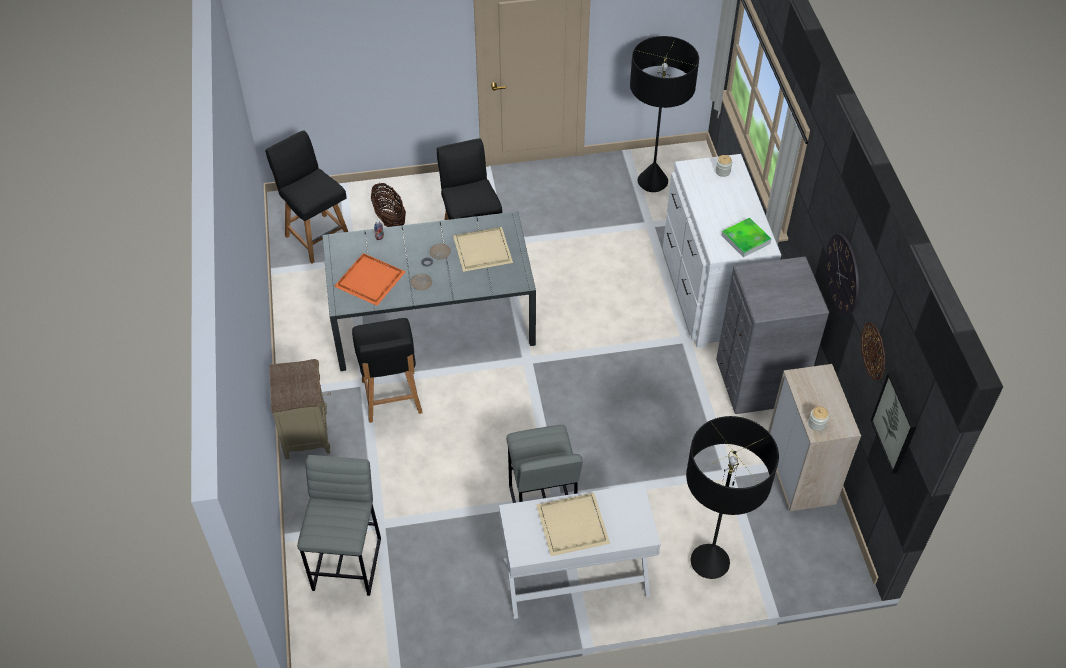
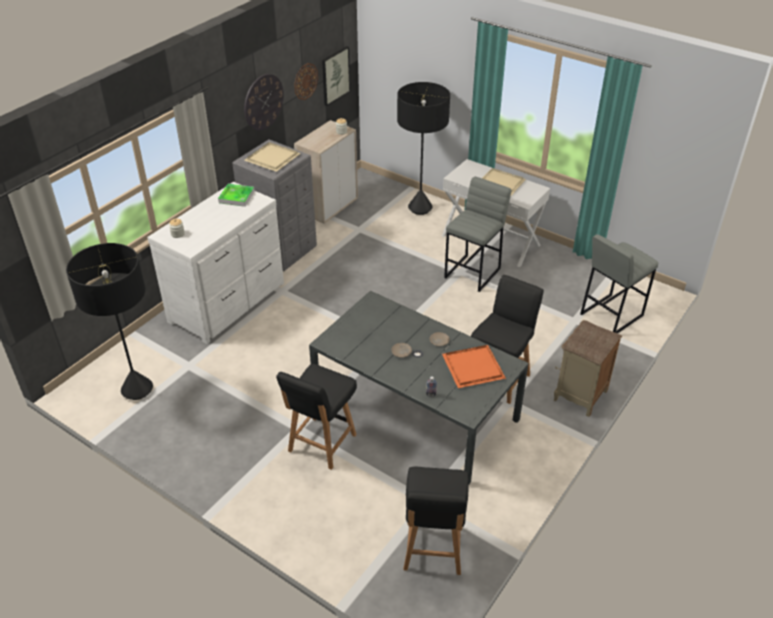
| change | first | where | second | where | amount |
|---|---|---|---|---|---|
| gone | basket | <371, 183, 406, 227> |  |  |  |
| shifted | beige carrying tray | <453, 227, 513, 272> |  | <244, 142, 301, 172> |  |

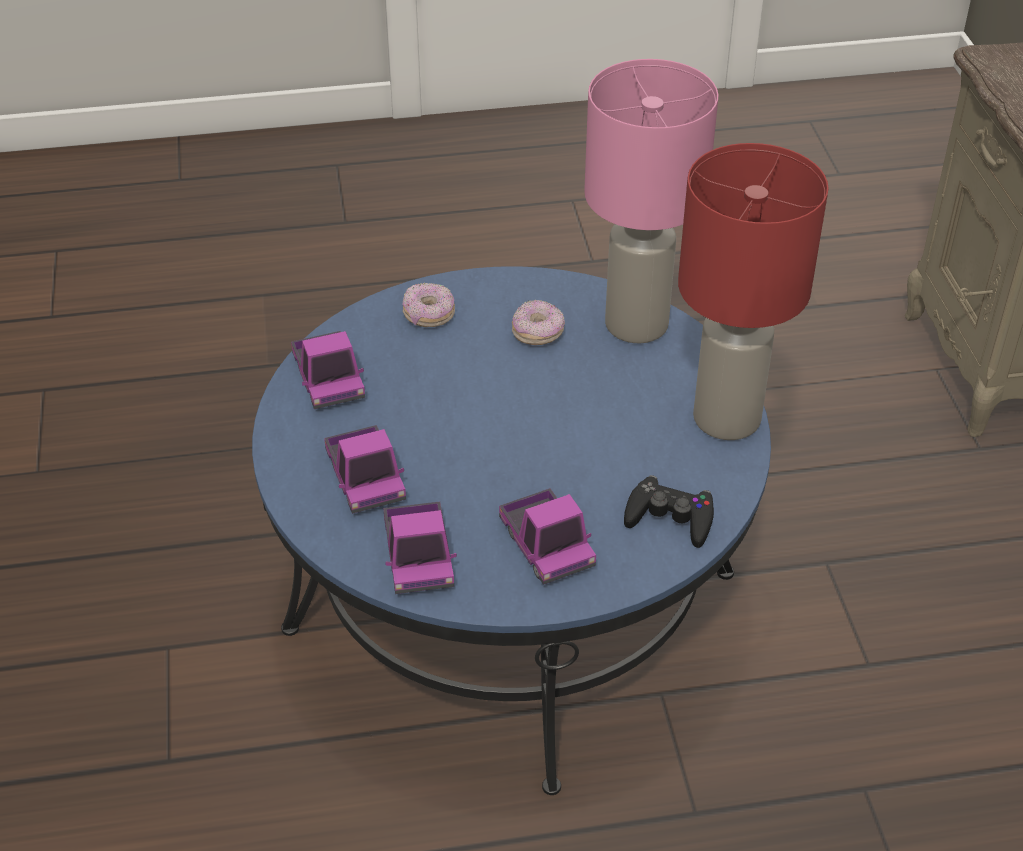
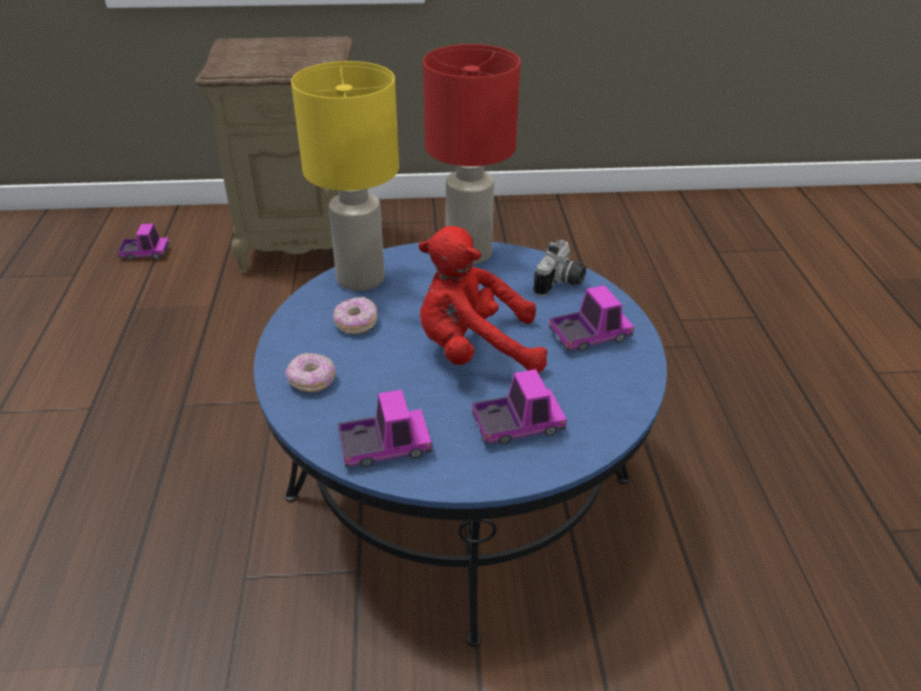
| change | first | where | second | where | amount |
|---|---|---|---|---|---|
| new |  |  | red-coloured cuddly toy | <418, 226, 547, 373> |  |
| shifted | model truck | <383, 502, 457, 594> |  | <117, 223, 170, 260> |  |
| swapped | black game controller | <624, 475, 714, 548> | photo camera | <533, 240, 586, 296> |  |
| repainted | pink-coloured table lamp | <584, 59, 718, 343> | yellow table lamp | <291, 61, 399, 291> |  |

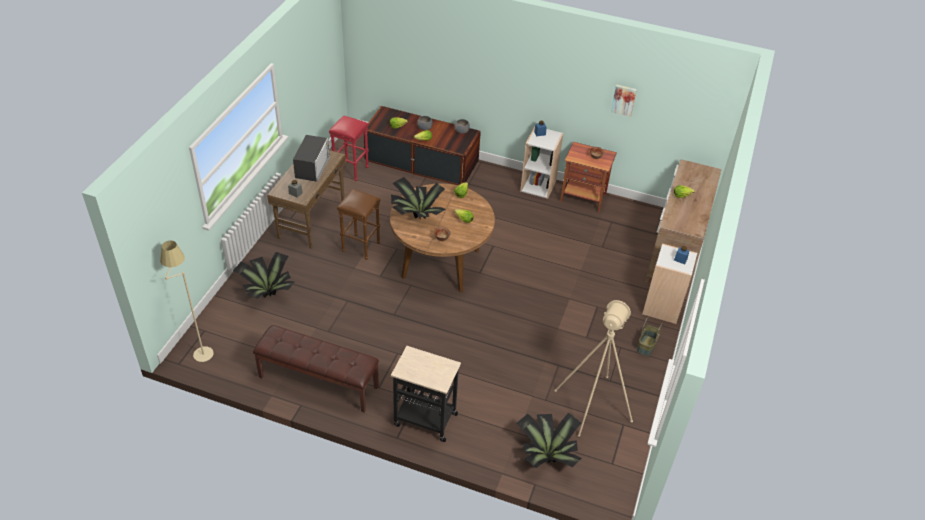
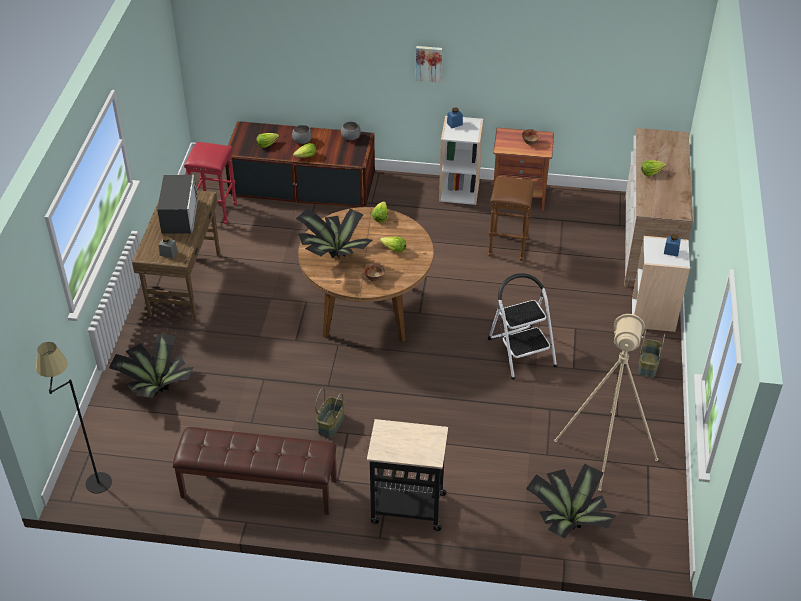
| change | first | where | second | where | amount |
|---|---|---|---|---|---|
| new |  |  | basket | <315, 388, 344, 438> |  |
| new |  |  | step ladder | <488, 273, 557, 380> |  |
| shifted | brown-coloured sitting stool | <337, 189, 381, 260> |  | <488, 176, 535, 261> |  |
| shifted | wall art | <611, 85, 637, 117> |  | <416, 46, 442, 83> |  |
| repainted | beige standard lamp | <160, 241, 214, 362> | black standard lamp | <36, 342, 112, 494> |  |

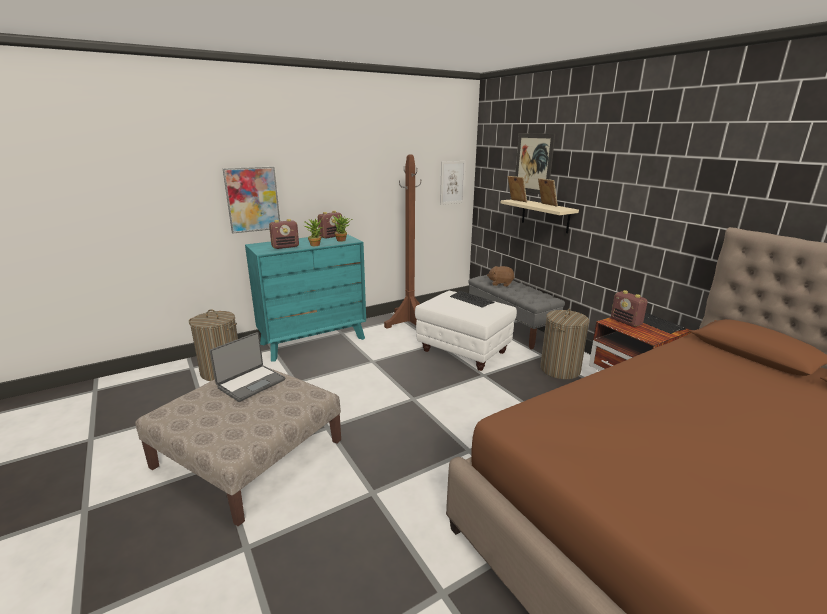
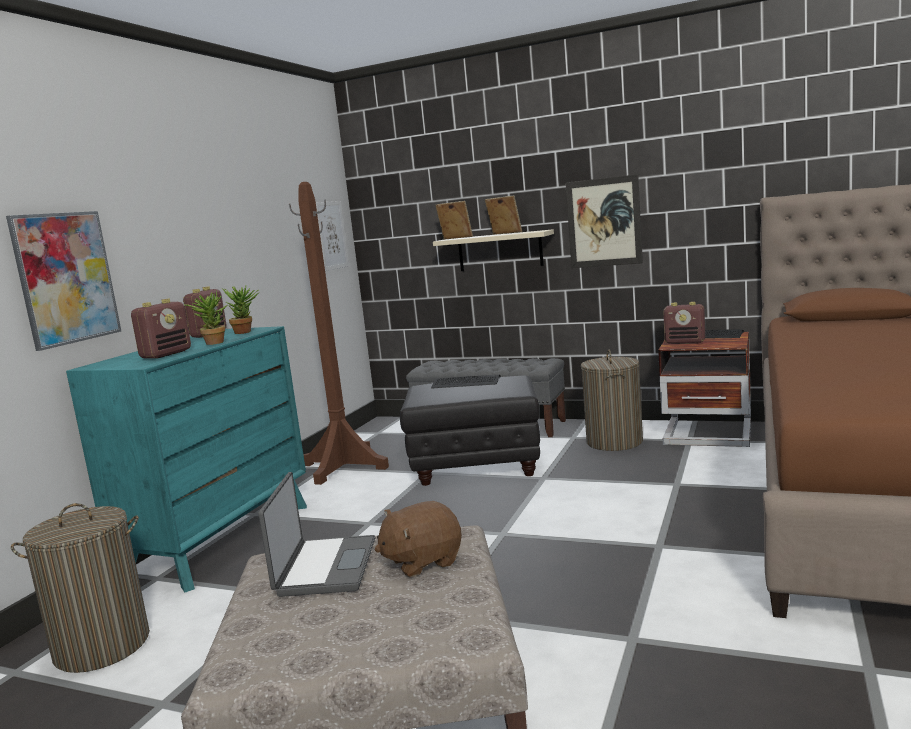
| change | first | where | second | where | amount |
|---|---|---|---|---|---|
| shifted | brown-coloured cuddly toy | <487, 266, 515, 287> |  | <375, 501, 462, 577> |  |
| shifted | wall art | <515, 133, 555, 194> |  | <565, 174, 643, 268> |  |
| repainted | white pouffe | <415, 291, 517, 371> | black pouffe | <400, 375, 540, 486> |  |

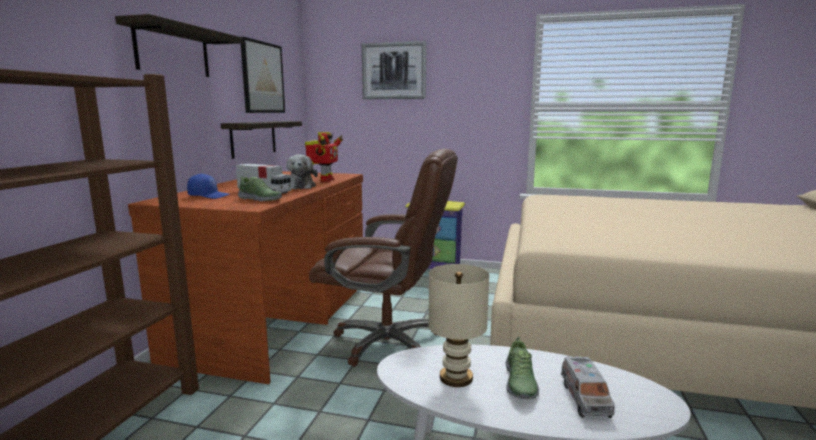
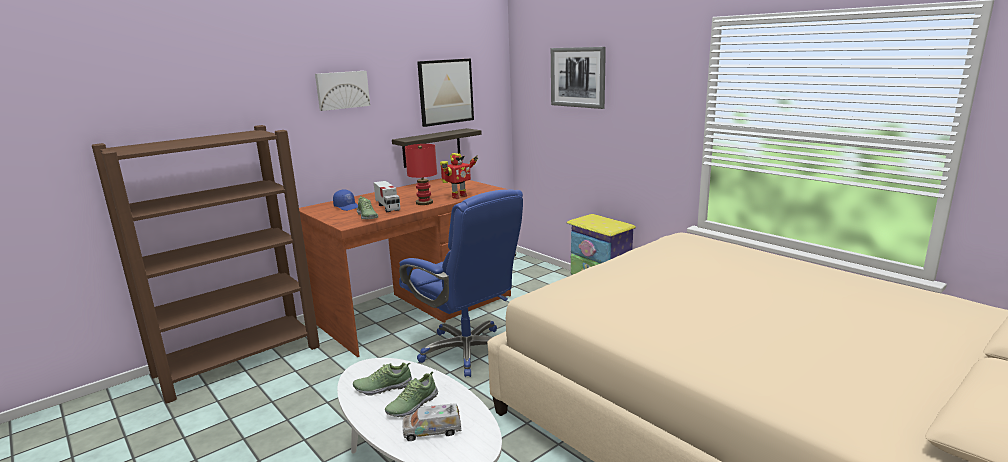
| change | first | where | second | where | amount |
|---|---|---|---|---|---|
| swapped | wall shelf | <115, 14, 243, 77> | wall art | <315, 71, 370, 111> |  |
| swapped | cuddly toy | <286, 154, 318, 189> | red-coloured table lamp | <405, 144, 437, 205> |  |
| swapped | beige table lamp | <428, 264, 489, 387> | shoe | <353, 363, 412, 396> |  |
| repainted | brown-coloured computer chair | <309, 149, 458, 367> | blue-coloured computer chair | <399, 189, 523, 377> |  |
| rotated | model truck | <561, 356, 615, 418> |  | <402, 403, 462, 441> | 45 degrees clockwise |

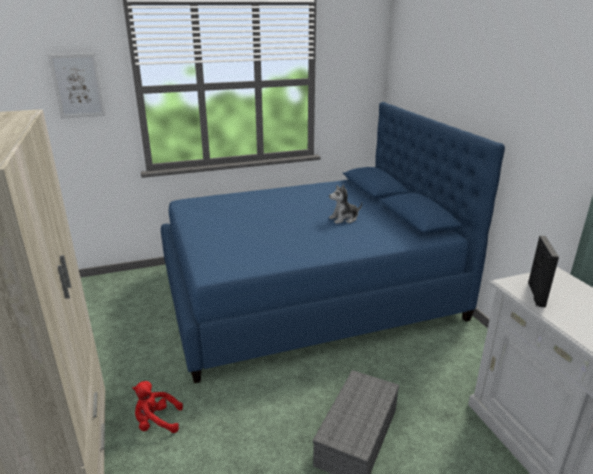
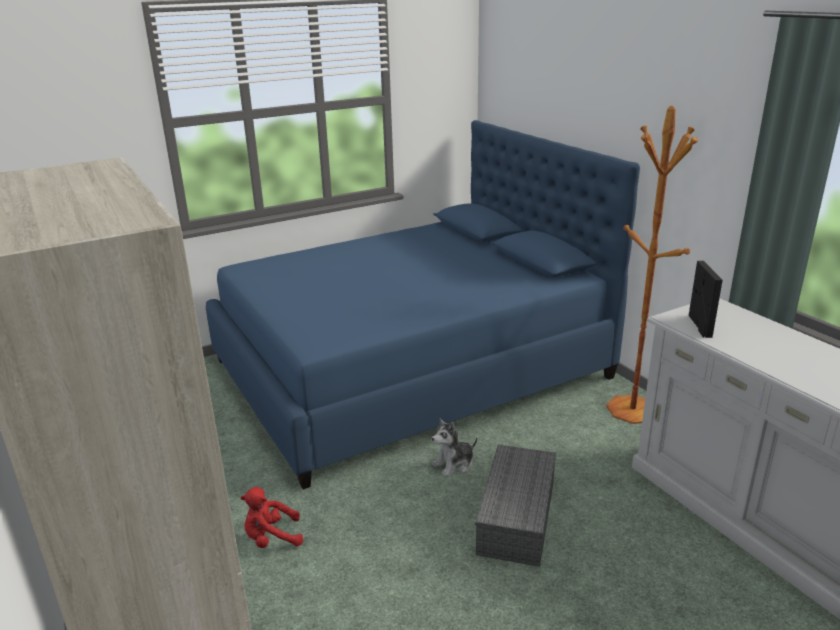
| change | first | where | second | where | amount |
|---|---|---|---|---|---|
| gone | wall art | <48, 53, 105, 119> |  |  |  |
| new |  |  | orange-coloured clothes rack | <606, 106, 698, 424> |  |
| shifted | cuddly toy | <329, 185, 362, 224> |  | <432, 419, 478, 477> |  |

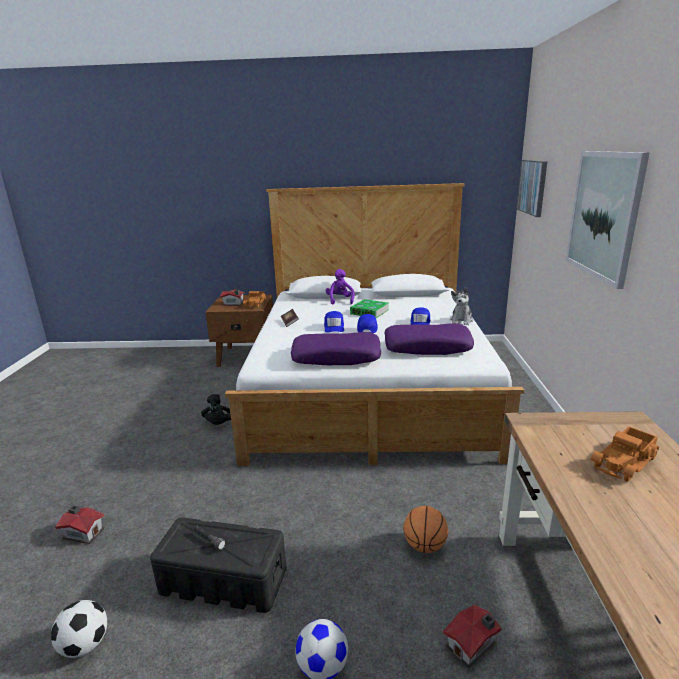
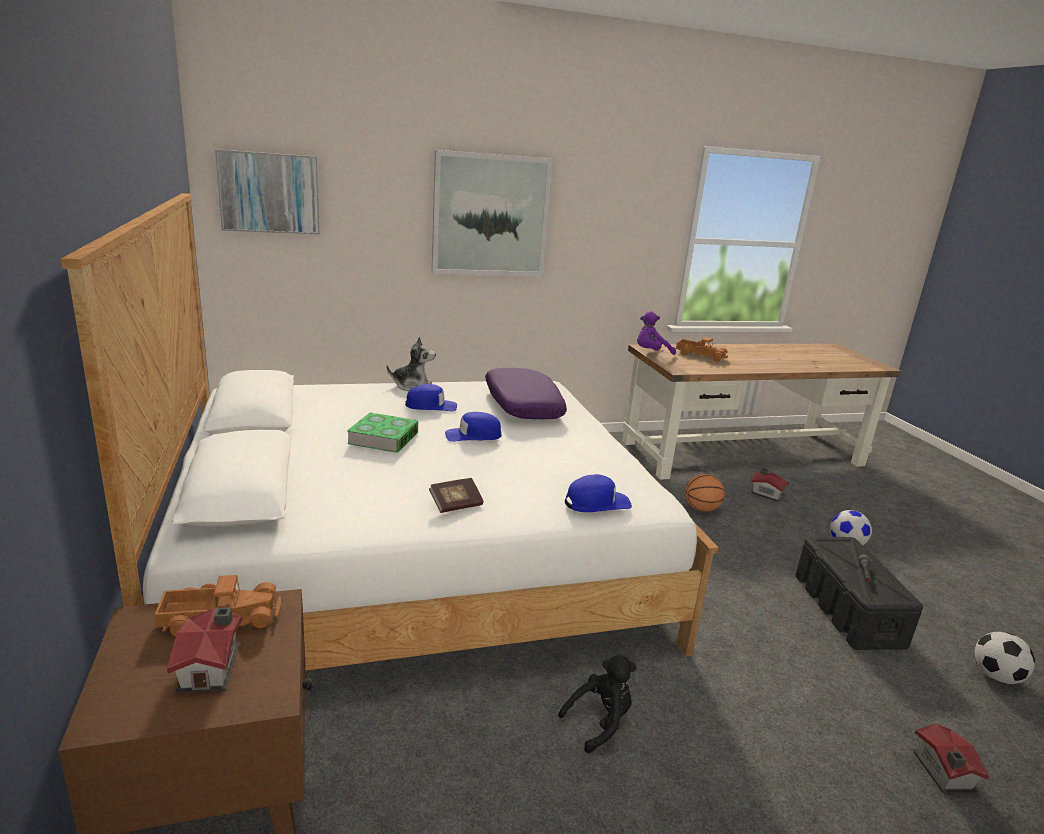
| change | first | where | second | where | amount |
|---|---|---|---|---|---|
| gone | purple pillow | <291, 332, 381, 365> |  |  |  |
| shifted | blue-coloured baseball cap | <324, 311, 344, 333> |  | <565, 474, 632, 512> |  |
| shifted | purple cuddly toy | <326, 269, 355, 305> |  | <637, 311, 676, 355> |  |

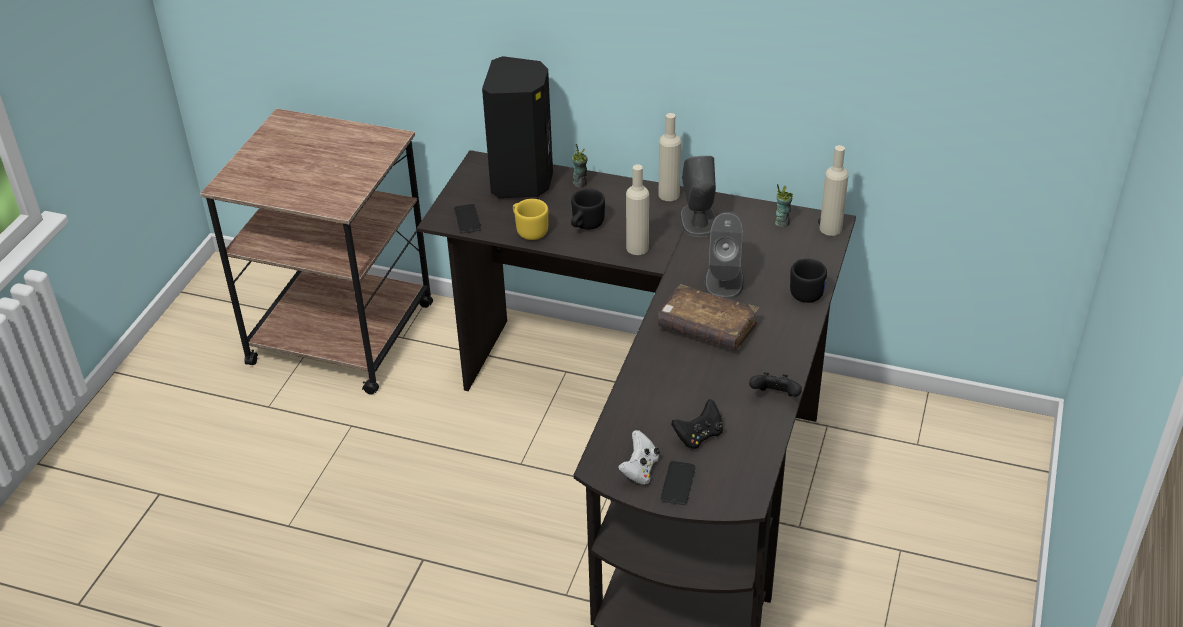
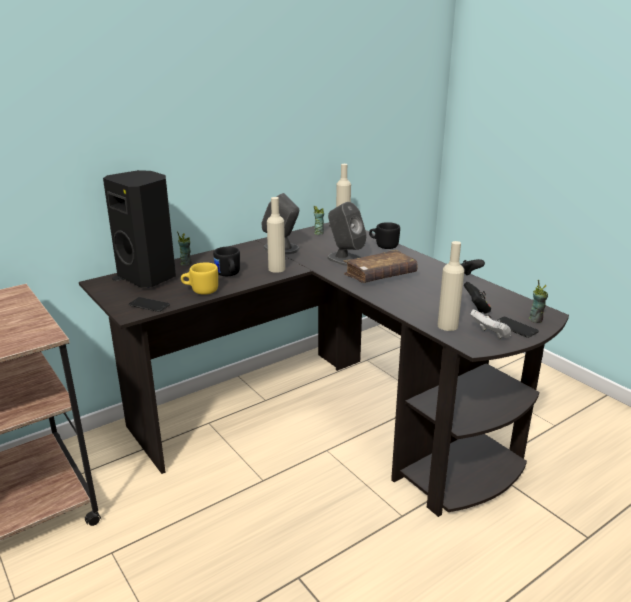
| change | first | where | second | where | amount |
|---|---|---|---|---|---|
| new |  |  | drinking cup | <529, 280, 548, 323> |  |
| shifted | beige bottle | <658, 113, 681, 201> |  | <438, 241, 464, 331> |  |

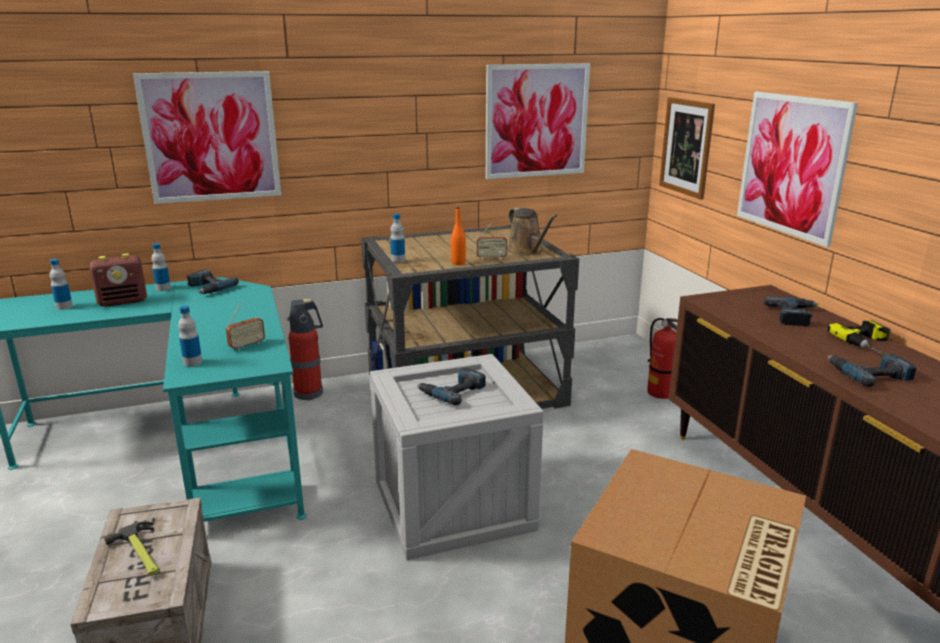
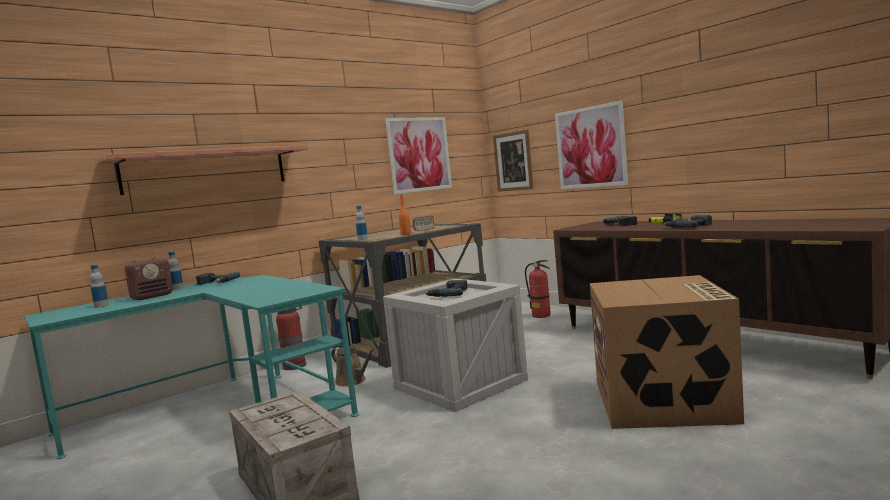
| change | first | where | second | where | amount |
|---|---|---|---|---|---|
| gone | tool hammer | <104, 521, 160, 576> |  |  |  |
| gone | bottle | <178, 306, 202, 366> |  |  |  |
| gone | radio receiver | <226, 303, 265, 350> |  |  |  |
| shifted | brown-coloured sprinkling can | <507, 208, 557, 256> |  | <331, 347, 375, 387> |  |
| swapped | wall art | <133, 71, 281, 204> | wall shelf | <98, 145, 308, 195> |  |

